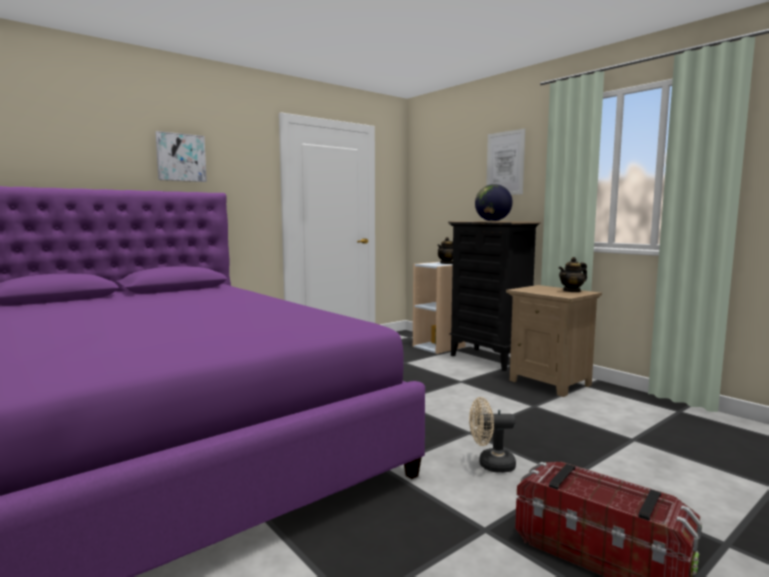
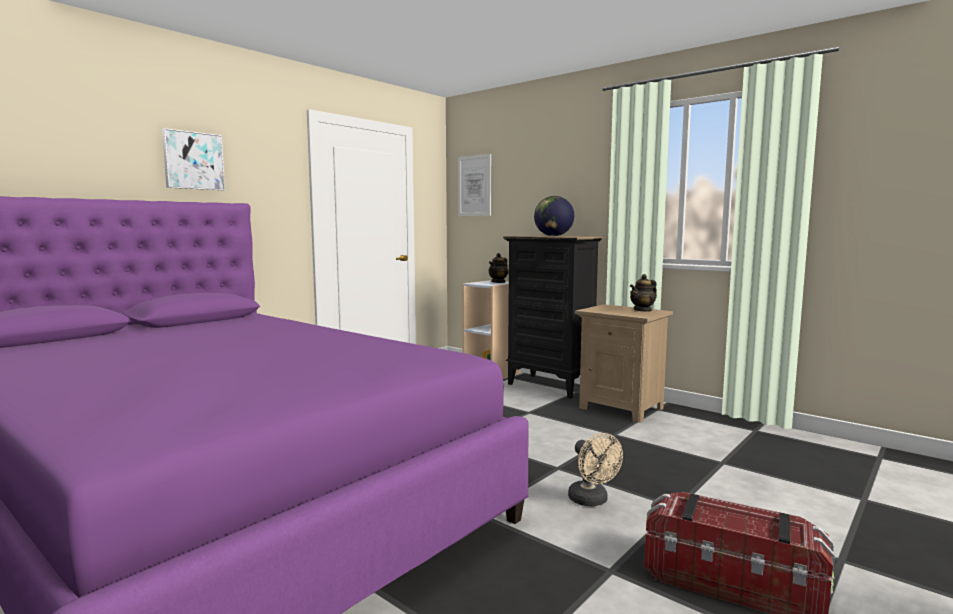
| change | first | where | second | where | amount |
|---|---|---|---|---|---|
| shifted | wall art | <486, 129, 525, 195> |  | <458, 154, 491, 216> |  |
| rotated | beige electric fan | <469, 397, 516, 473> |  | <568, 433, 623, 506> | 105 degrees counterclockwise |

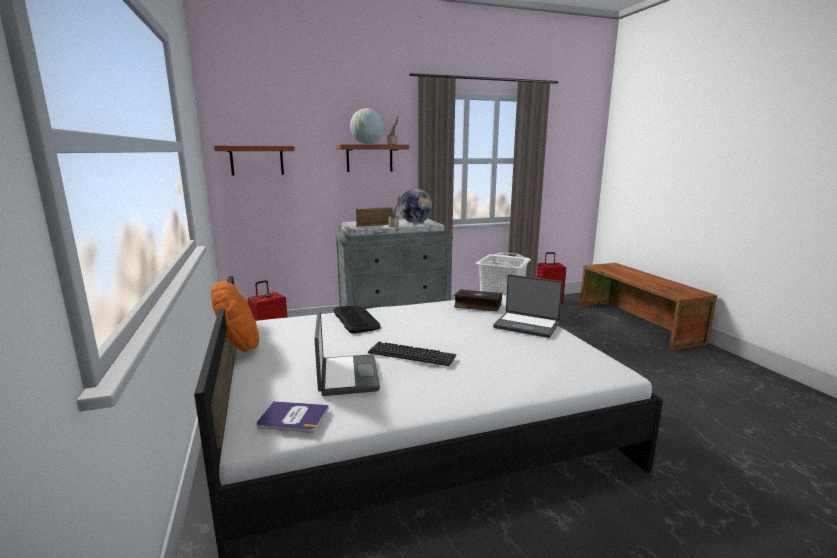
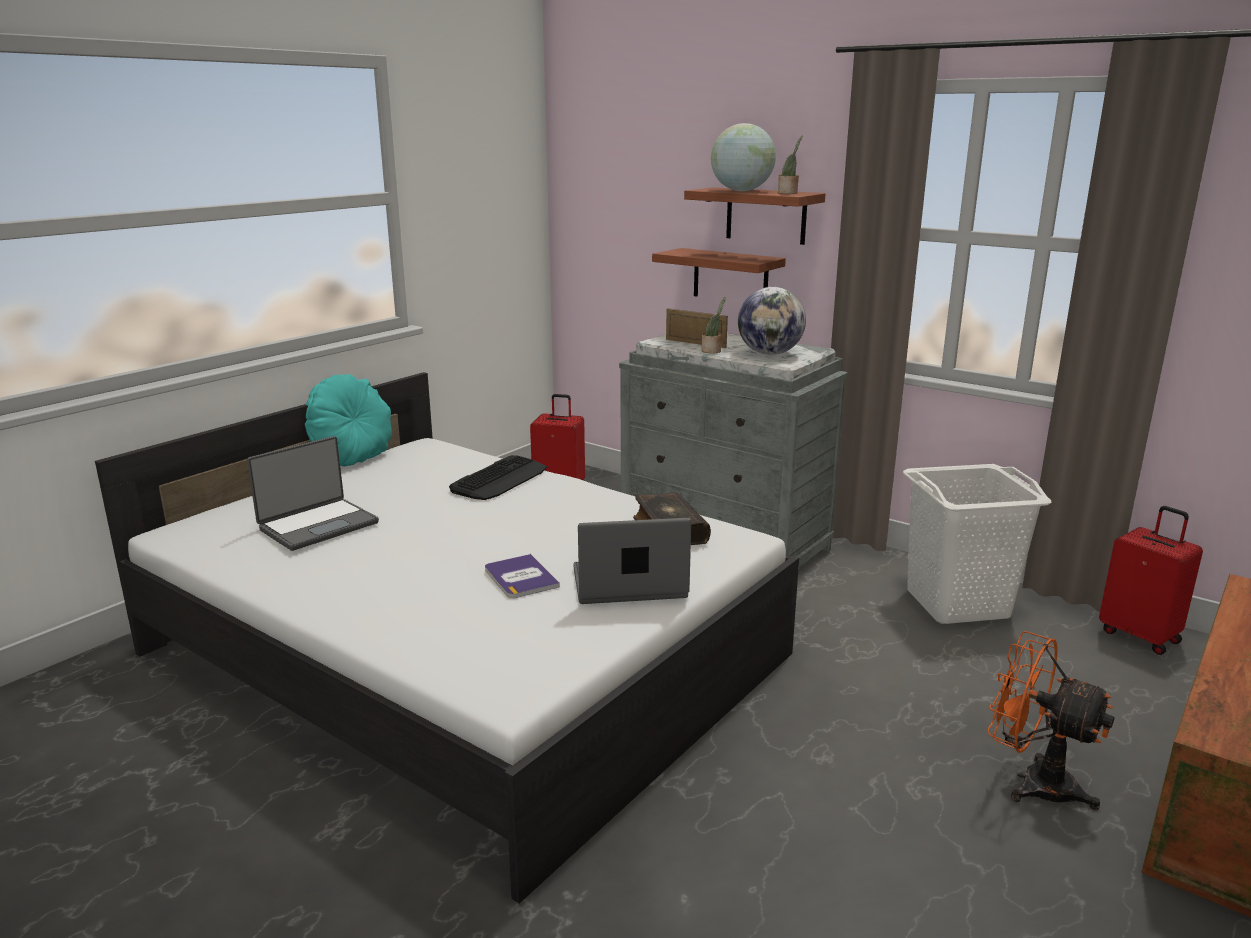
| change | first | where | second | where | amount |
|---|---|---|---|---|---|
| gone | keyboard | <368, 342, 456, 366> |  |  |  |
| new |  |  | orange-coloured electric fan | <987, 631, 1115, 810> |  |
| shifted | wall shelf | <214, 146, 295, 175> |  | <652, 248, 786, 296> |  |
| shifted | bound book | <256, 401, 329, 432> |  | <485, 554, 560, 598> |  |
| repainted | orange-coloured pillow | <211, 281, 259, 352> | turquoise-coloured pillow | <305, 374, 392, 467> |  |
| rotated | portable computer | <493, 274, 563, 338> |  | <574, 518, 691, 604> | 90 degrees clockwise |

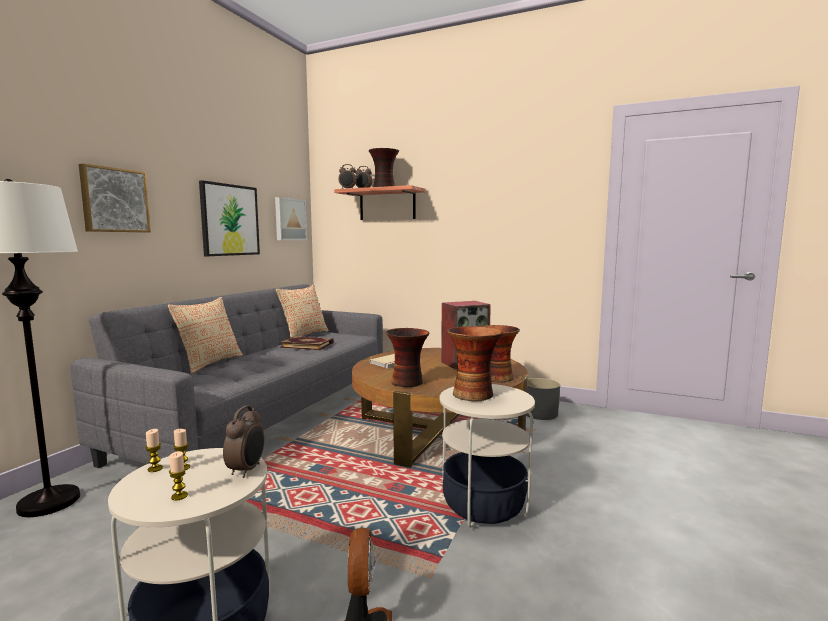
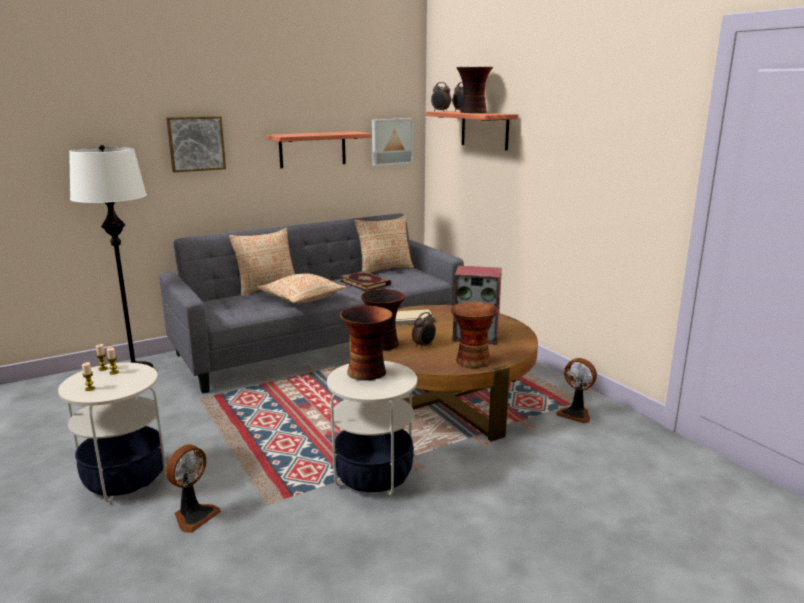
| change | first | where | second | where | amount |
|---|---|---|---|---|---|
| new |  |  | beige pillow | <257, 273, 346, 303> |  |
| shifted | alarm clock | <223, 405, 264, 478> |  | <412, 312, 436, 349> |  |
| swapped | wall art | <199, 180, 260, 256> | wall shelf | <266, 131, 372, 168> |  |
| swapped | gray plant pot | <526, 378, 560, 420> | electric fan | <556, 358, 597, 424> |  |

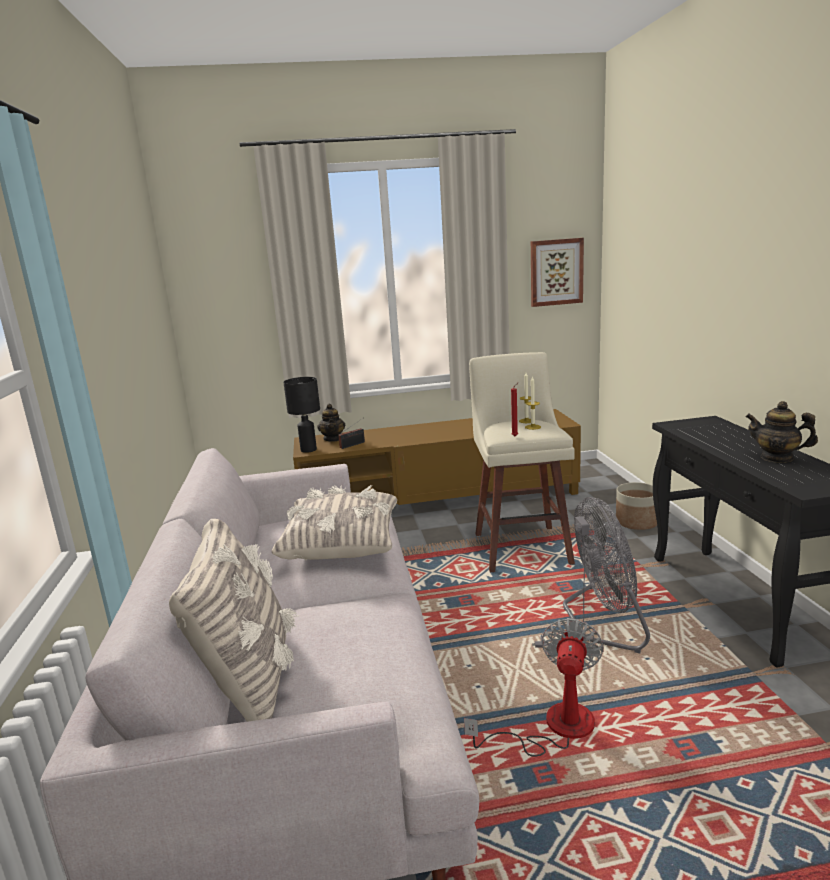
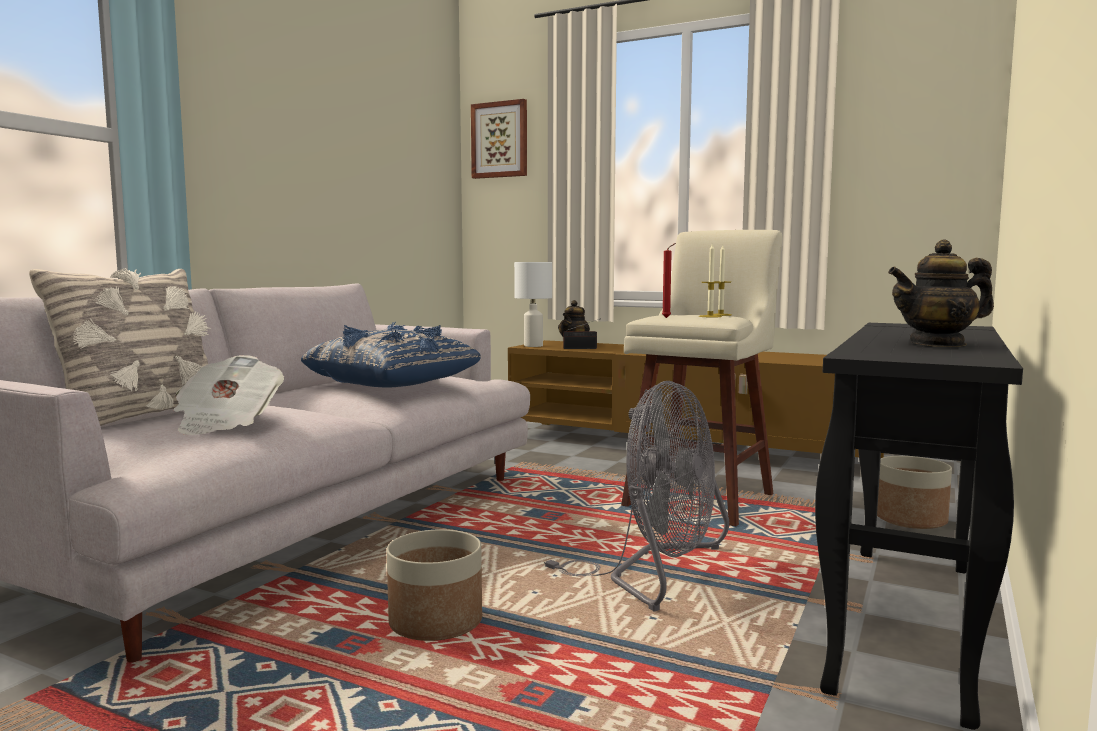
| change | first | where | second | where | amount |
|---|---|---|---|---|---|
| new |  |  | printed paper | <174, 355, 284, 435> |  |
| shifted | wall art | <531, 238, 584, 307> |  | <471, 99, 527, 179> |  |
| swapped | electric fan | <464, 618, 604, 757> | plant pot | <387, 530, 482, 641> |  |
| repainted | beige pillow | <272, 485, 397, 560> | blue-coloured pillow | <301, 322, 481, 387> |  |
| repainted | black table lamp | <283, 377, 320, 453> | white table lamp | <514, 262, 552, 347> |  |
| rotated | teapot | <746, 401, 818, 463> |  | <888, 240, 994, 347> | 75 degrees counterclockwise |

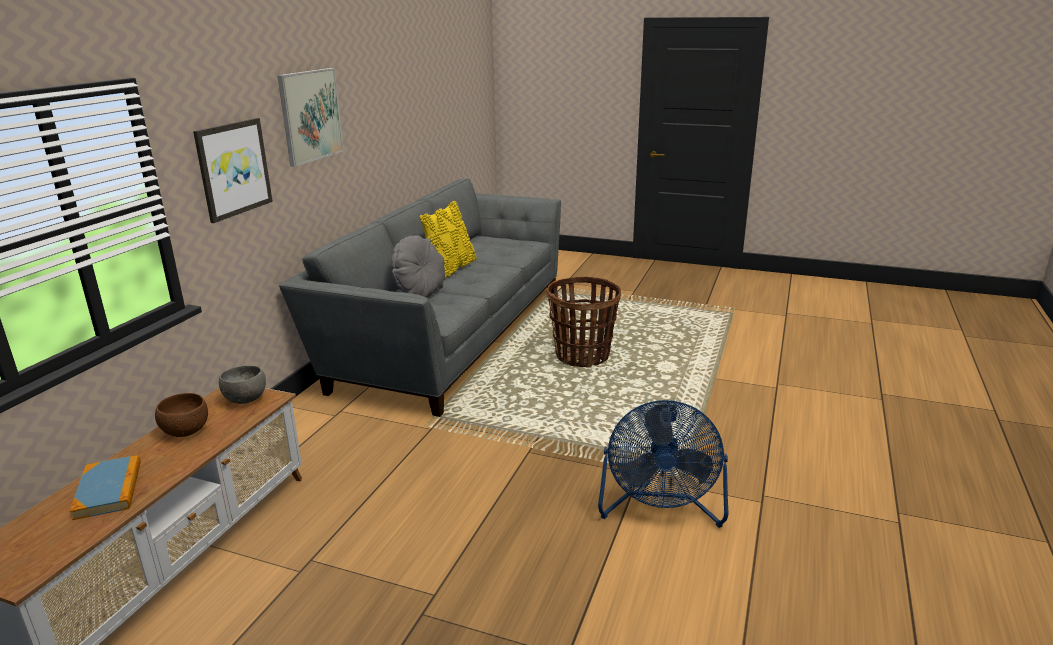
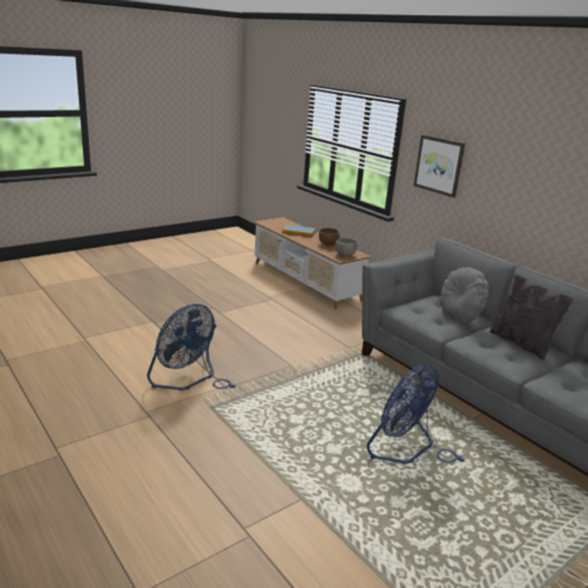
| change | first | where | second | where | amount |
|---|---|---|---|---|---|
| gone | wall art | <277, 68, 344, 167> |  |  |  |
| swapped | basket | <546, 277, 621, 368> | blue-coloured electric fan | <367, 364, 465, 464> |  |
| repainted | yellow pillow | <419, 201, 477, 278> | black pillow | <490, 275, 573, 360> |  |

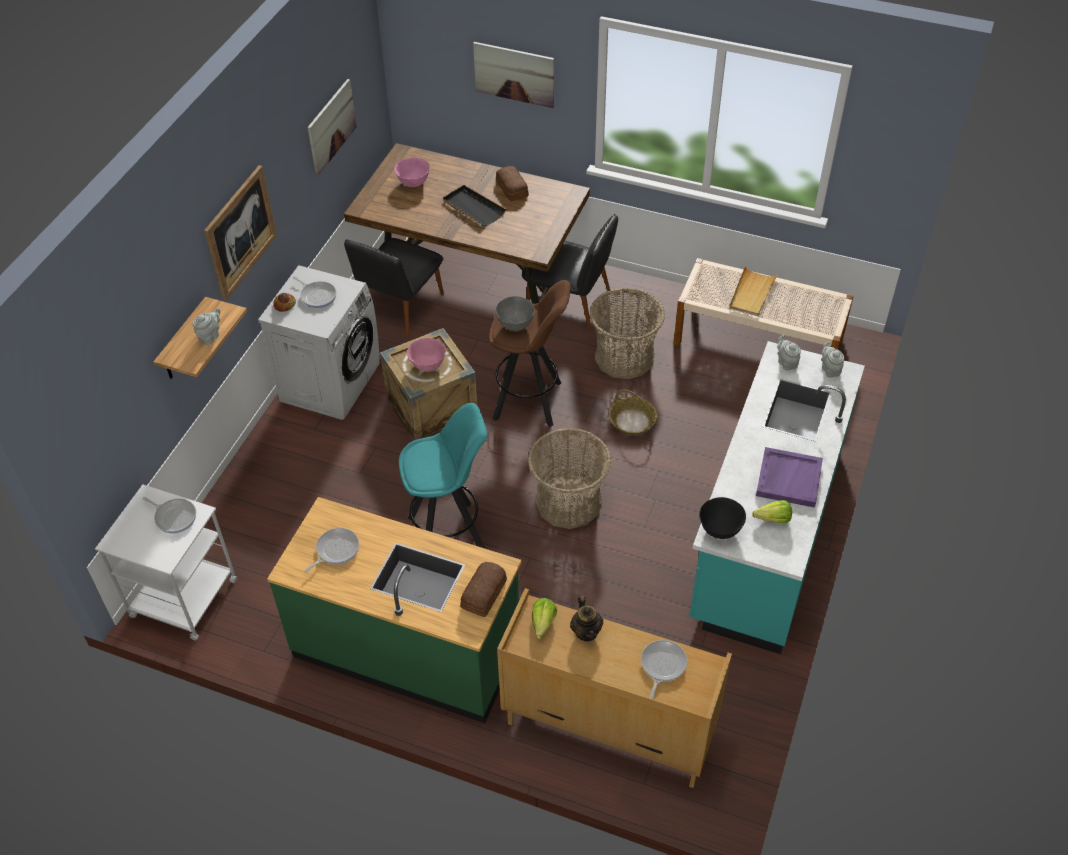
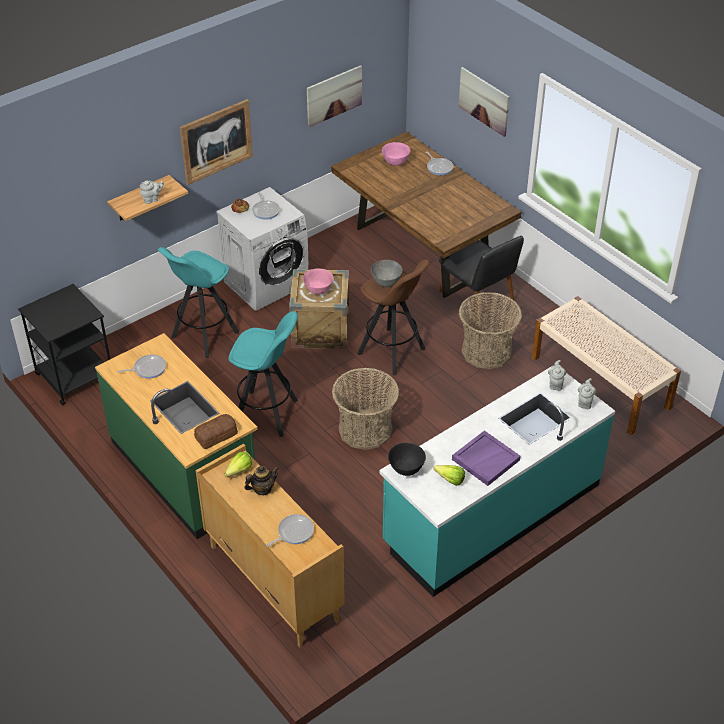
| change | first | where | second | where | amount |
|---|---|---|---|---|---|
| gone | black plain chair | <344, 238, 444, 337> |  |  |  |
| gone | black carrying tray | <443, 185, 506, 226> |  |  |  |
| gone | bread | <496, 166, 529, 202> |  |  |  |
| gone | basket | <609, 390, 657, 435> |  |  |  |
| gone | beige carrying tray | <729, 266, 778, 316> |  |  |  |
| new |  |  | turquoise-coloured sitting stool | <158, 247, 239, 358> |  |
| shifted | skillet | <142, 497, 196, 533> |  | <426, 151, 453, 175> |  |
| repainted | white cart | <95, 485, 237, 640> | black cart | <18, 284, 110, 405> |  |
| rotated | teapot | <570, 595, 603, 641> |  | <244, 466, 279, 495> | 135 degrees counterclockwise |

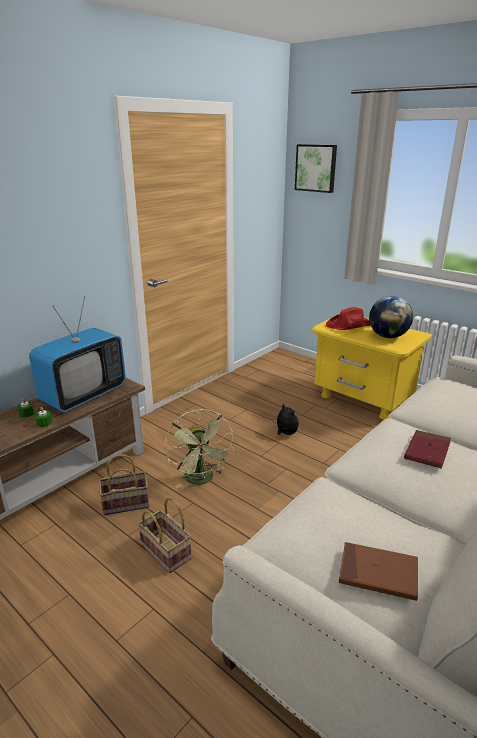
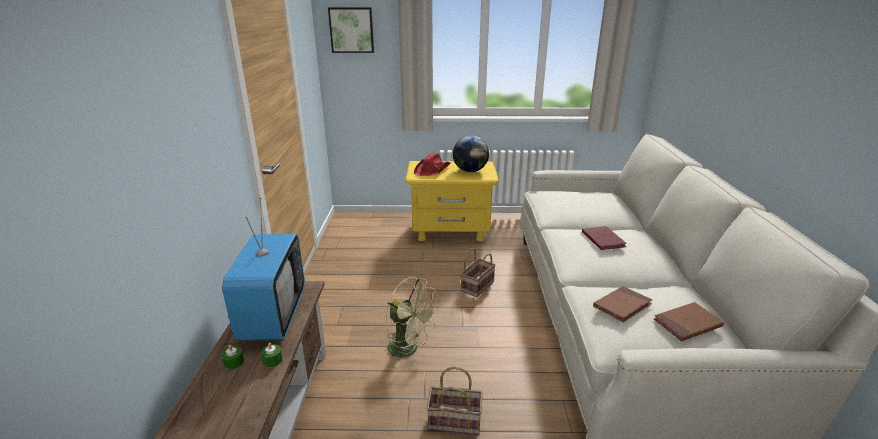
| change | first | where | second | where | amount |
|---|---|---|---|---|---|
| gone | cuddly toy | <273, 403, 299, 435> |  |  |  |
| new |  |  | brown-coloured bound book | <593, 286, 652, 322> |  |
| shifted | basket | <99, 454, 149, 516> |  | <461, 248, 496, 297> |  |

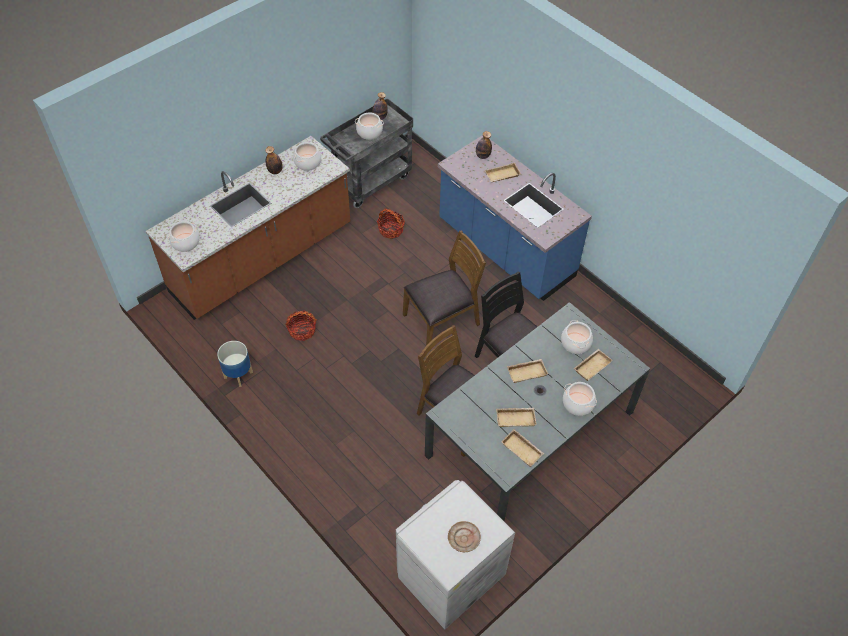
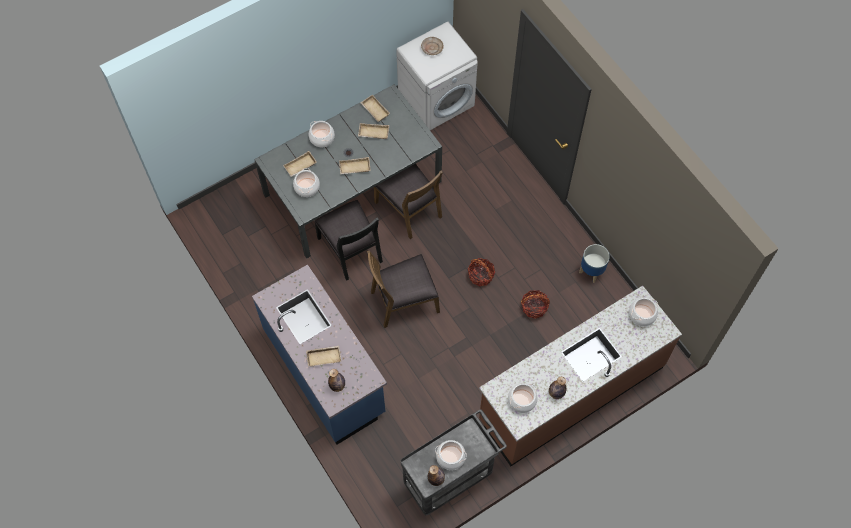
| change | first | where | second | where | amount |
|---|---|---|---|---|---|
| shifted | basket | <377, 208, 405, 239> |  | <468, 258, 495, 287> |  |

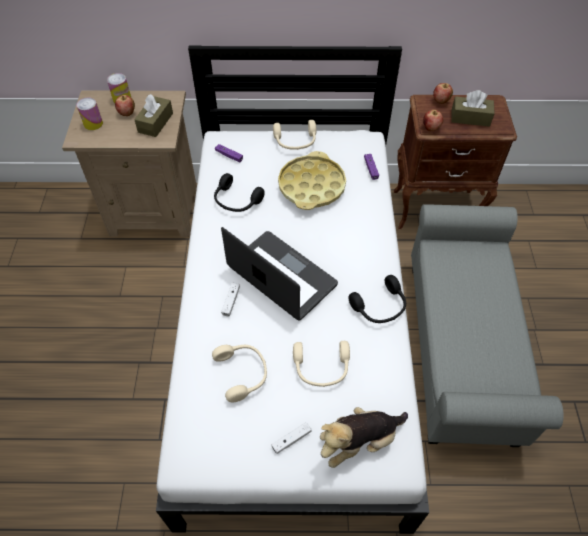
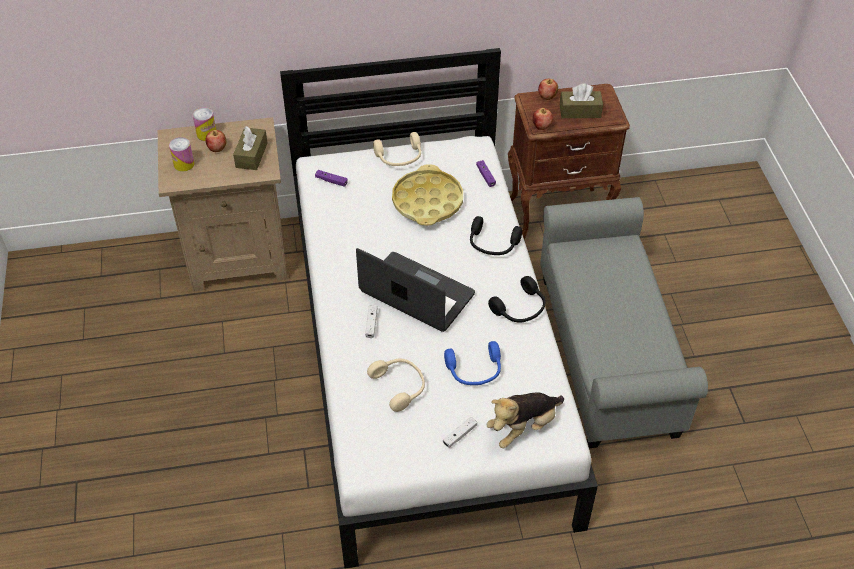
| change | first | where | second | where | amount |
|---|---|---|---|---|---|
| shifted | black pair of headphones | <214, 173, 265, 212> |  | <470, 216, 522, 255> |  |
| repainted | beige pair of headphones | <293, 341, 350, 387> | blue-coloured pair of headphones | <444, 341, 501, 385> |  |

